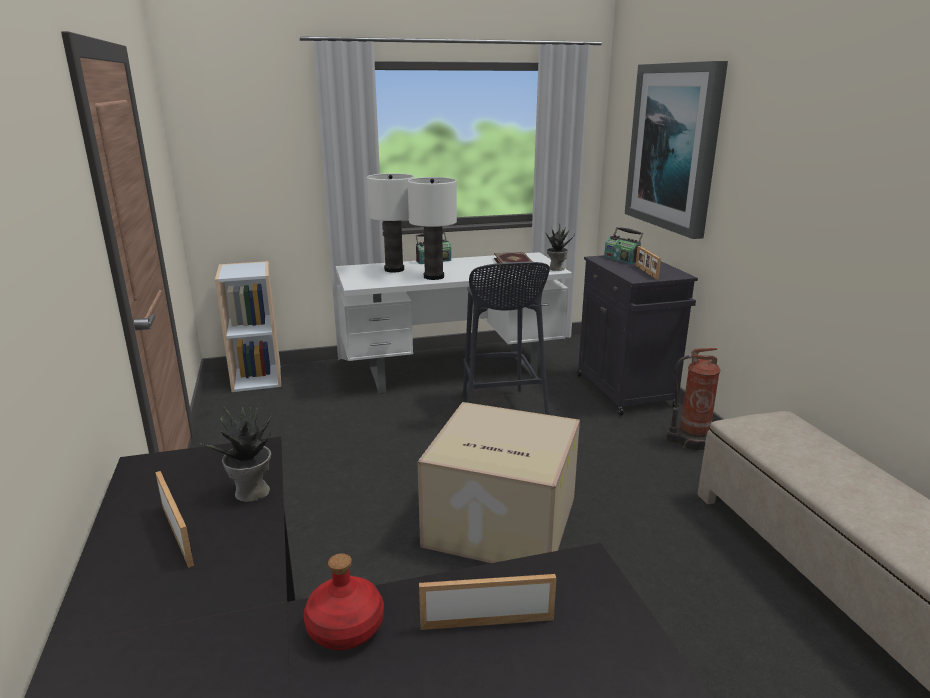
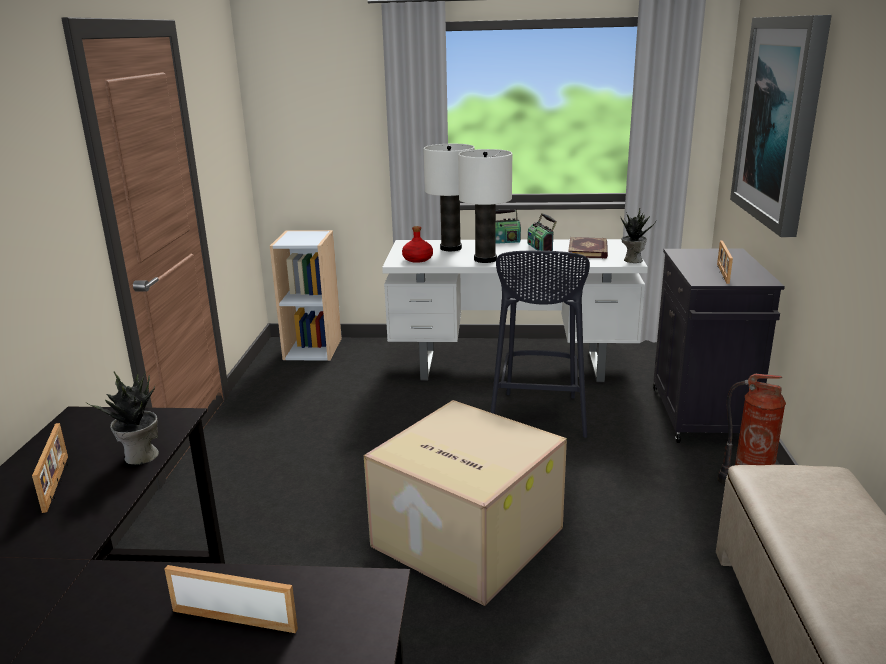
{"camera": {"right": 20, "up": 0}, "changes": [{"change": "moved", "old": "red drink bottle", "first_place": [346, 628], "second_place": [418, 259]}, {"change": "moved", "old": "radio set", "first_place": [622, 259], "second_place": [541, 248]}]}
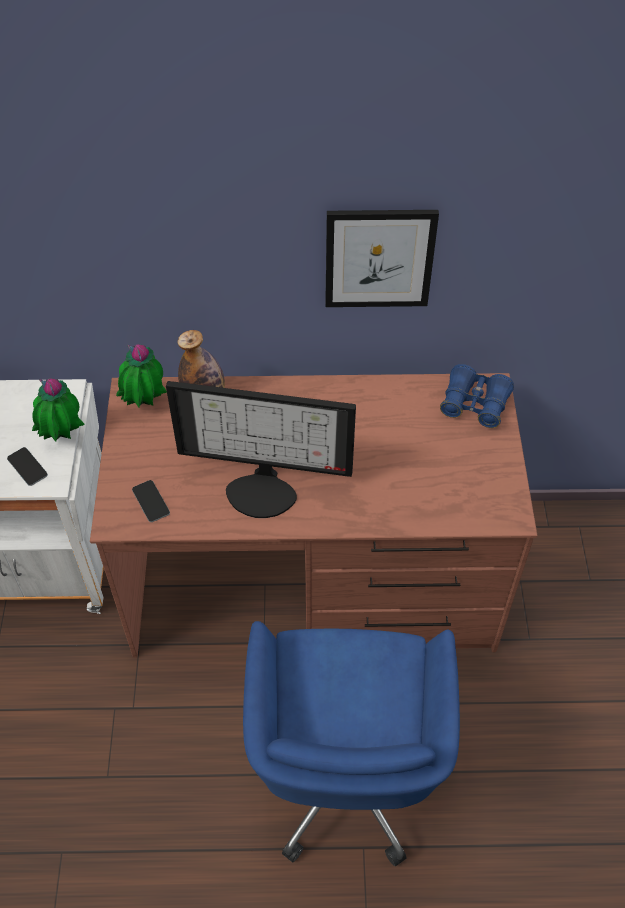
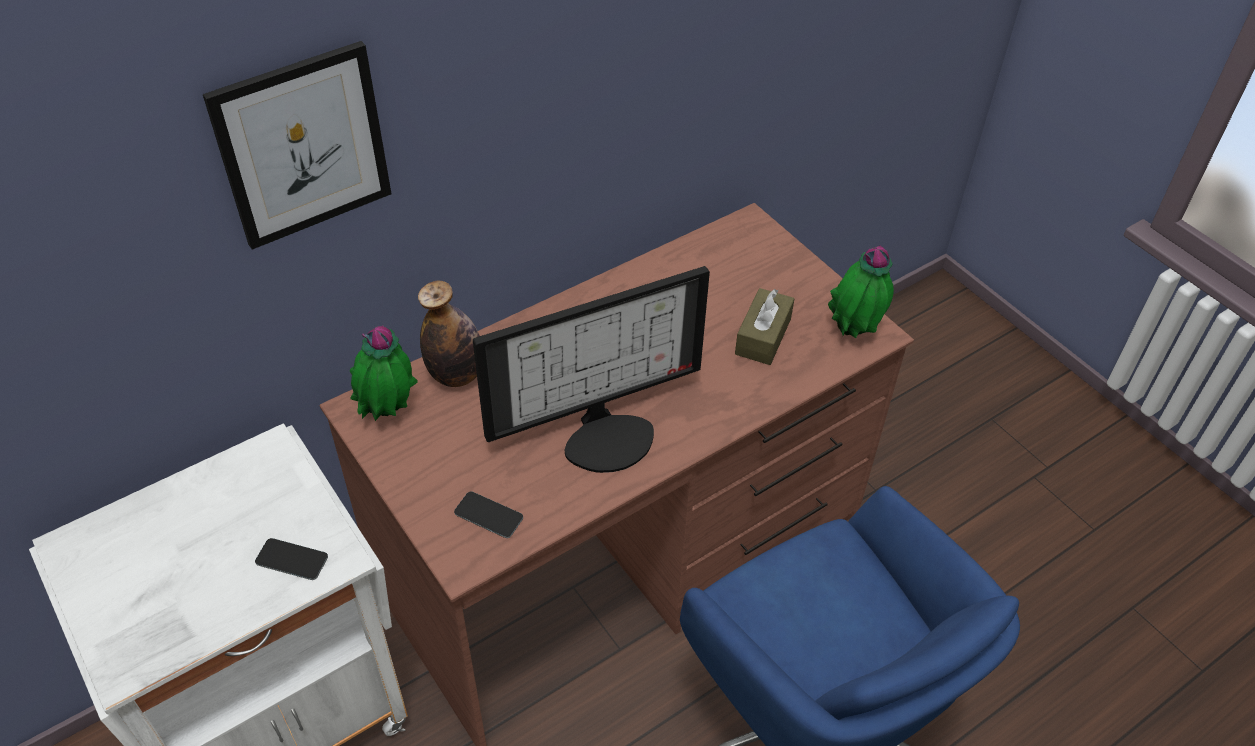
{"camera": {"right": -35, "up": -5}, "changes": [{"change": "removed", "old": "blue-coloured pair of binoculars", "first_place": [474, 404]}, {"change": "added", "new": "brown-coloured tissue box", "second_place": [763, 336]}, {"change": "moved", "old": "houseplant", "first_place": [63, 437], "second_place": [854, 333]}, {"change": "moved", "old": "wall picture", "first_place": [379, 258], "second_place": [302, 145]}]}
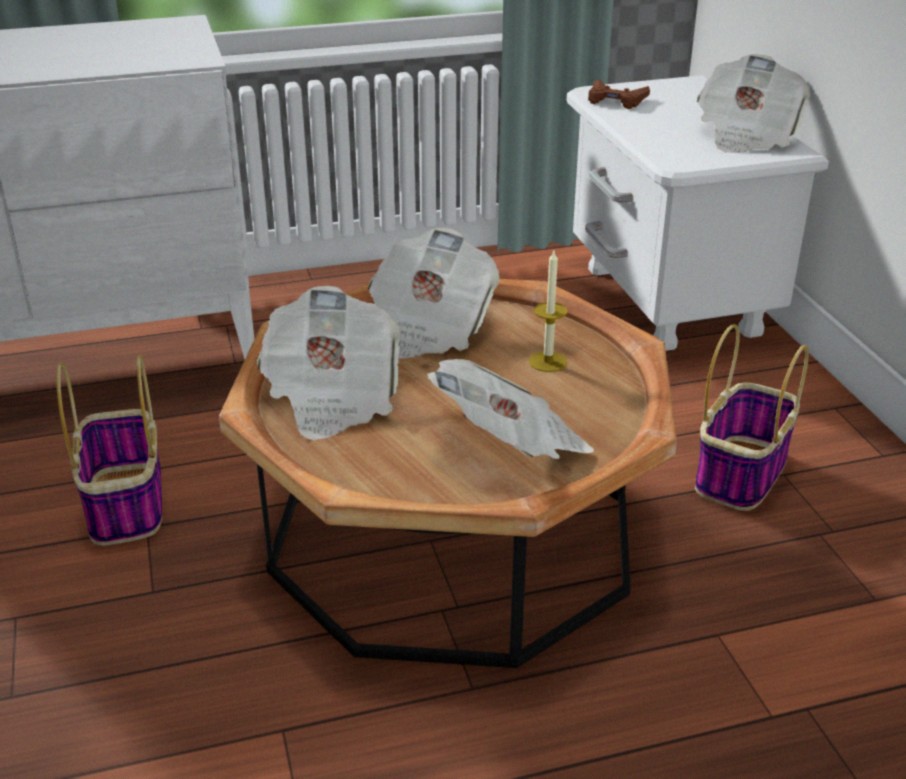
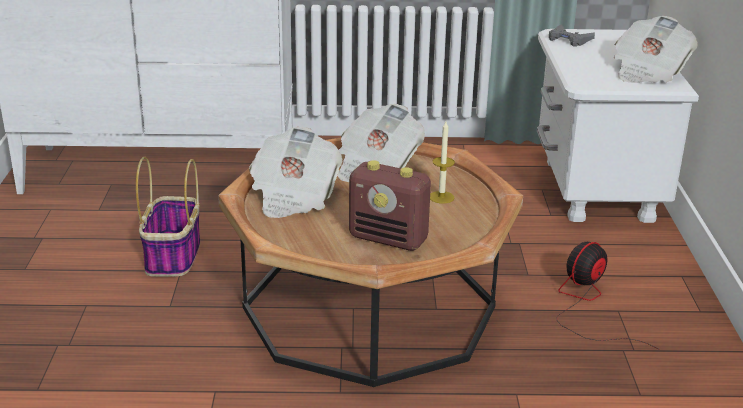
{"camera": {"right": 15, "up": -5}, "changes": [{"change": "replaced", "old": "printed paper", "new": "radio set", "first_place": [511, 446], "second_place": [389, 239]}, {"change": "replaced", "old": "storage basket", "new": "electric fan", "first_place": [741, 473], "second_place": [587, 304]}, {"change": "recoloured", "old": "brown-coloured game controller", "new": "gray game controller", "first_place": [616, 100], "second_place": [569, 40]}]}
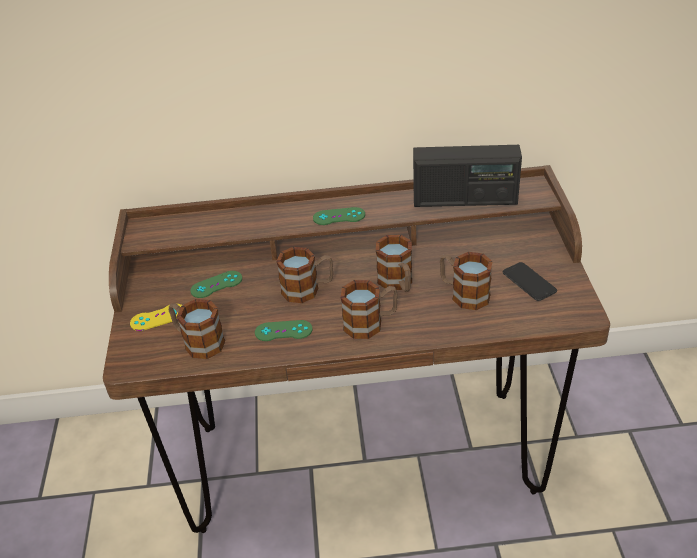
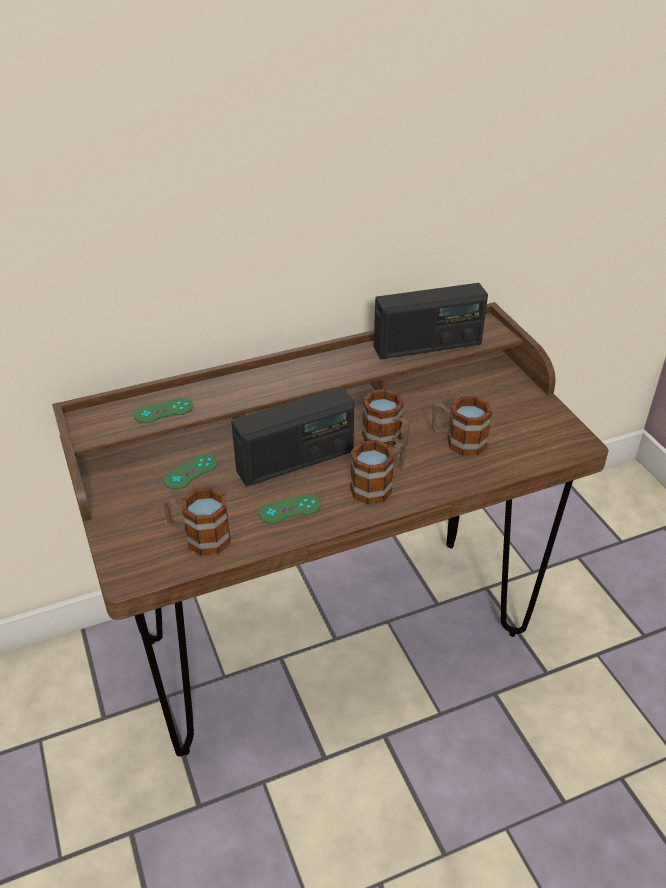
{"camera": {"right": -20, "up": 0}, "changes": [{"change": "removed", "old": "yellow game controller", "first_place": [158, 317]}, {"change": "removed", "old": "handset", "first_place": [529, 282]}, {"change": "moved", "old": "greenish game controller", "first_place": [339, 216], "second_place": [163, 411]}, {"change": "replaced", "old": "mug", "new": "radio set", "first_place": [308, 289], "second_place": [295, 461]}]}
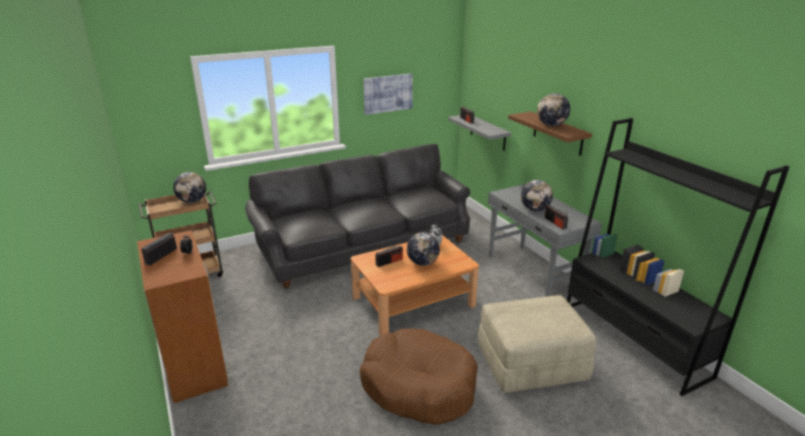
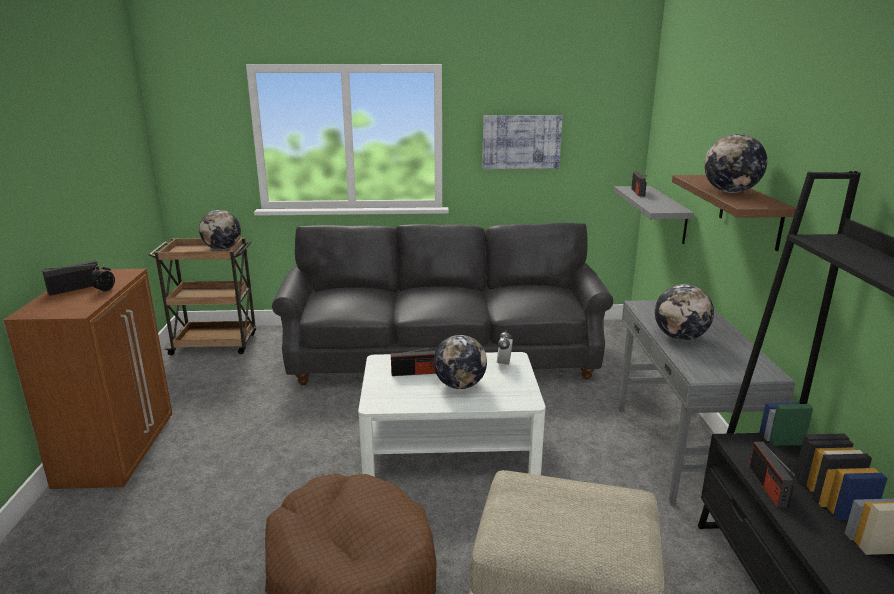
{"camera": {"right": 25, "up": -5}, "changes": [{"change": "moved", "old": "radio set", "first_place": [555, 223], "second_place": [768, 486]}, {"change": "recoloured", "old": "brown-coloured coffee table", "new": "white-coloured coffee table", "first_place": [413, 301], "second_place": [449, 445]}]}
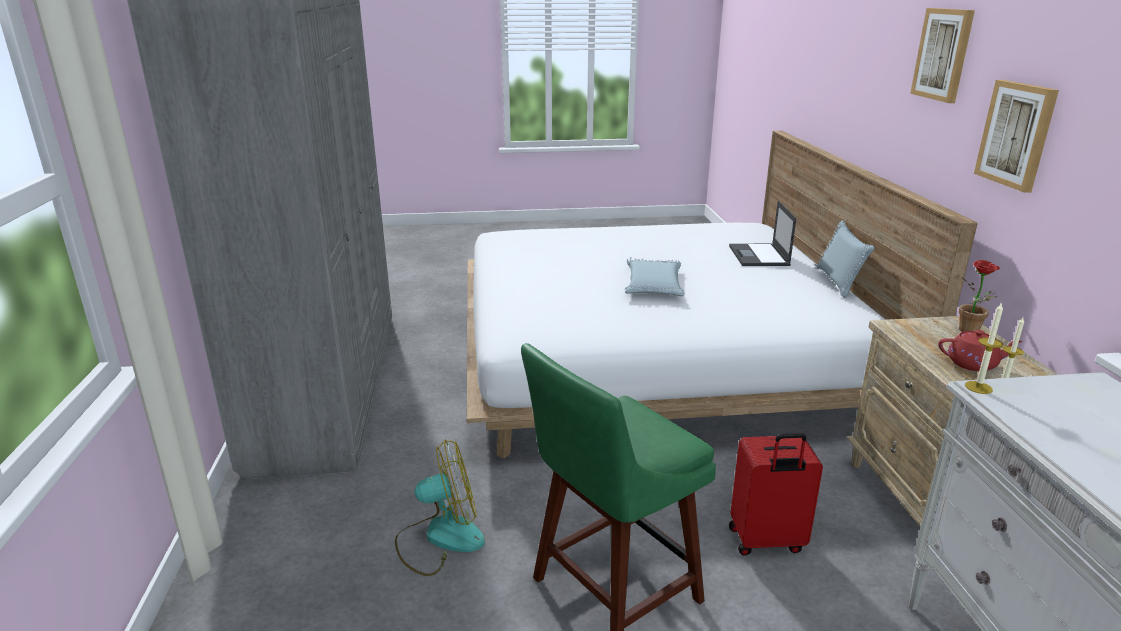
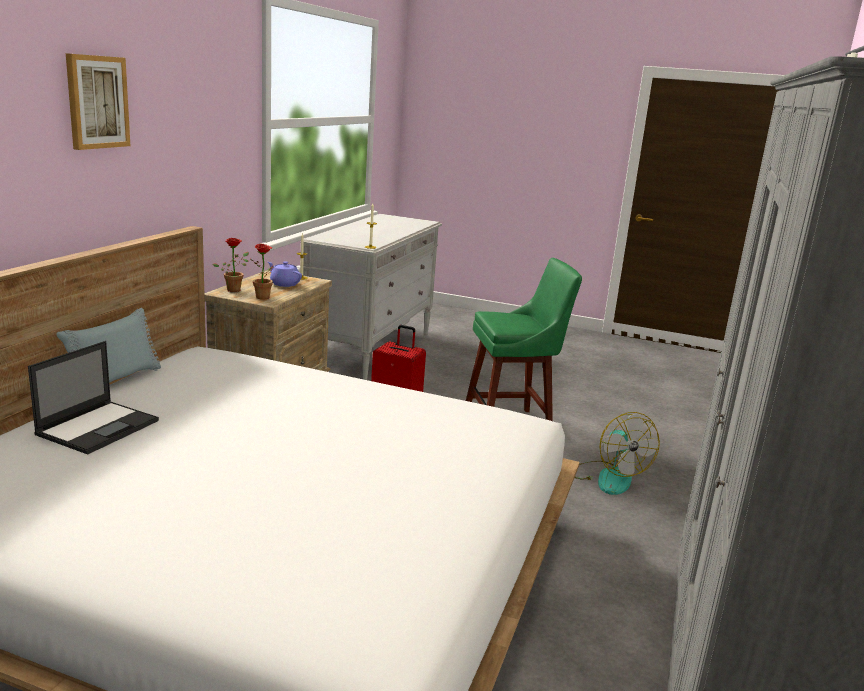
{"camera": {"right": -155, "up": -5}, "changes": [{"change": "removed", "old": "blue-coloured throw pillow", "first_place": [653, 284]}, {"change": "removed", "old": "wall picture", "first_place": [1016, 134]}, {"change": "added", "new": "houseplant", "second_place": [265, 298]}, {"change": "recoloured", "old": "red pot for tea", "new": "purplish pot for tea", "first_place": [973, 364], "second_place": [284, 284]}, {"change": "turned", "old": "electric fan", "first_place": [440, 538], "second_place": [608, 477], "degrees": -120}]}
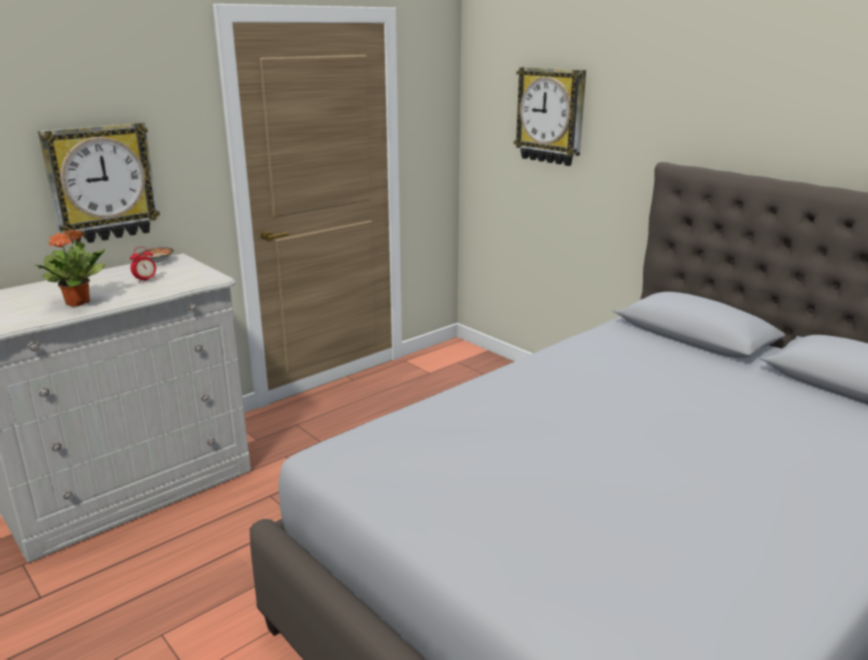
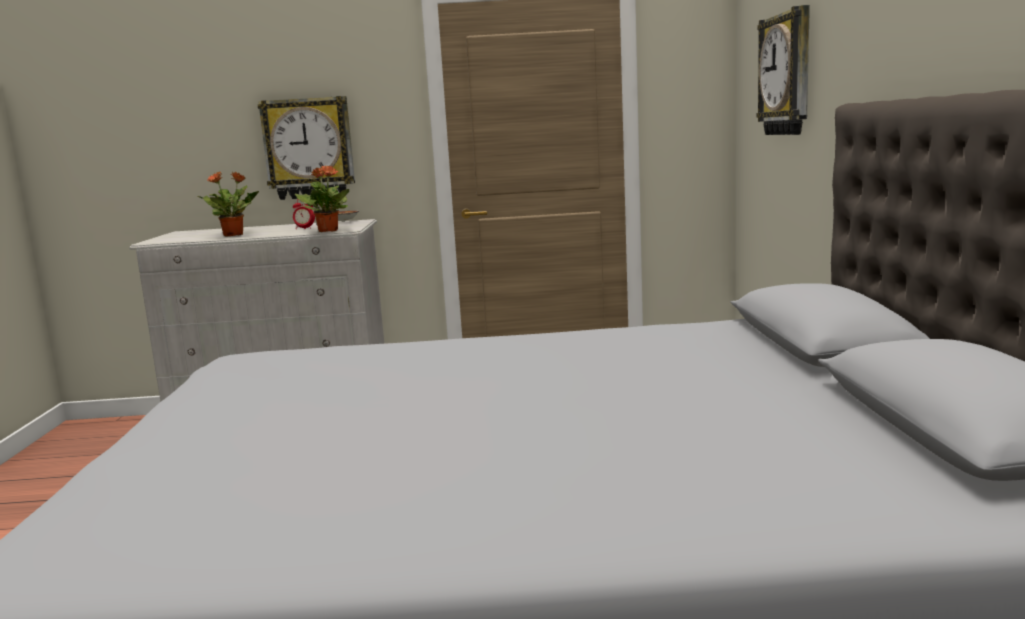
{"camera": {"right": 40, "up": -10}, "changes": [{"change": "added", "new": "houseplant", "second_place": [328, 231]}]}
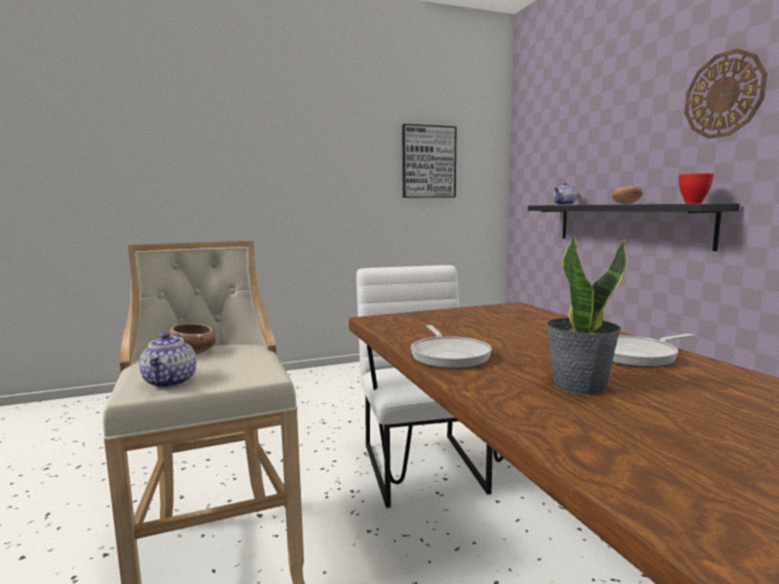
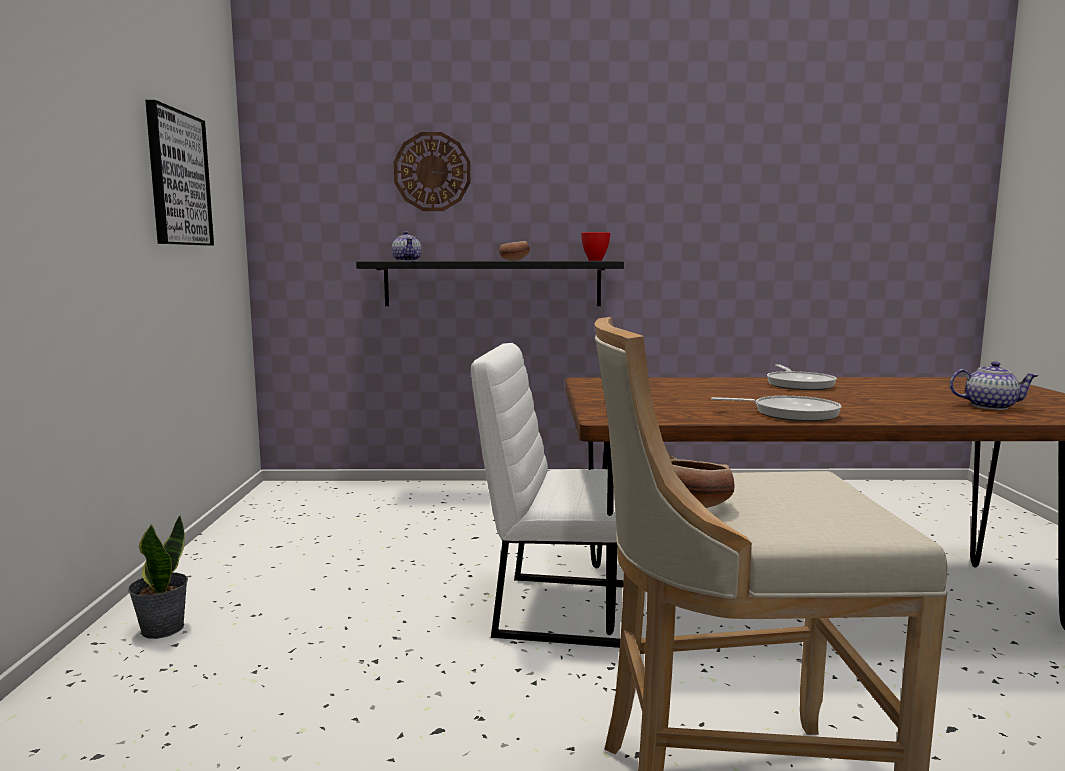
{"camera": {"right": -70, "up": 0}, "changes": [{"change": "moved", "old": "pot for tea", "first_place": [170, 382], "second_place": [990, 406]}, {"change": "moved", "old": "houseplant", "first_place": [578, 385], "second_place": [162, 629]}, {"change": "moved", "old": "hanging clock", "first_place": [723, 95], "second_place": [432, 172]}]}
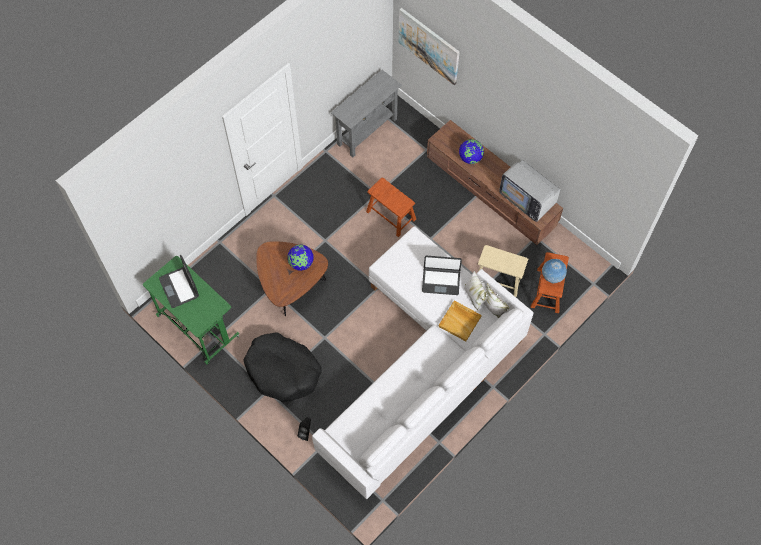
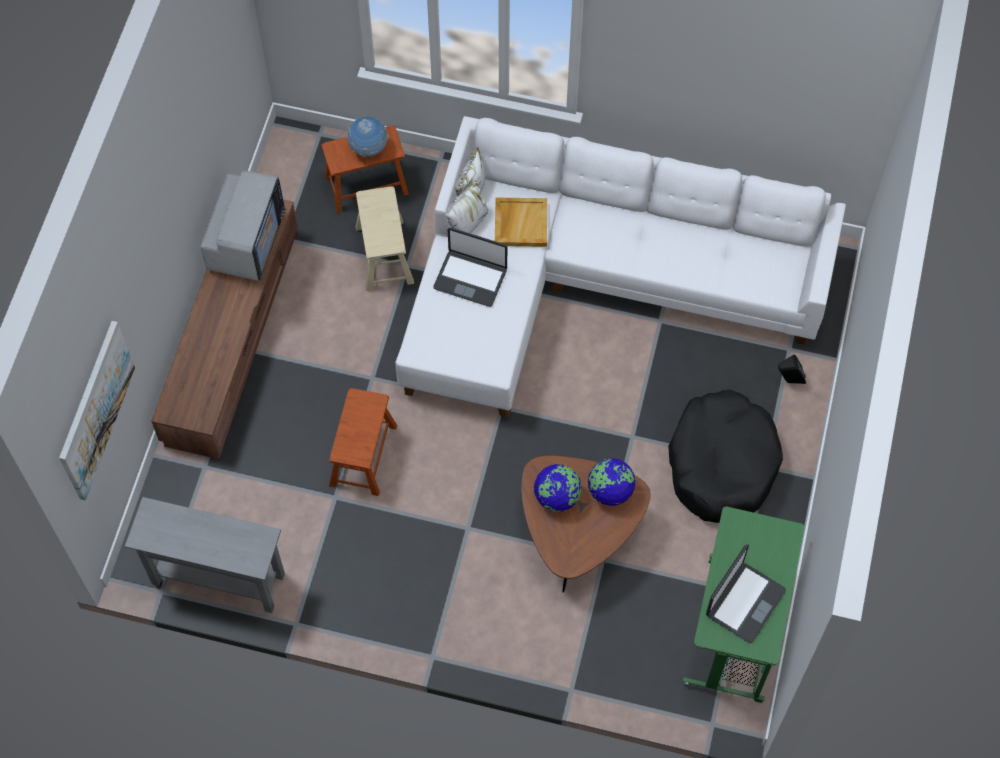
{"camera": {"right": -120, "up": 0}, "changes": [{"change": "moved", "old": "world globe", "first_place": [470, 158], "second_place": [610, 491]}, {"change": "turned", "old": "portable computer", "first_place": [441, 281], "second_place": [470, 278], "degrees": 135}]}
